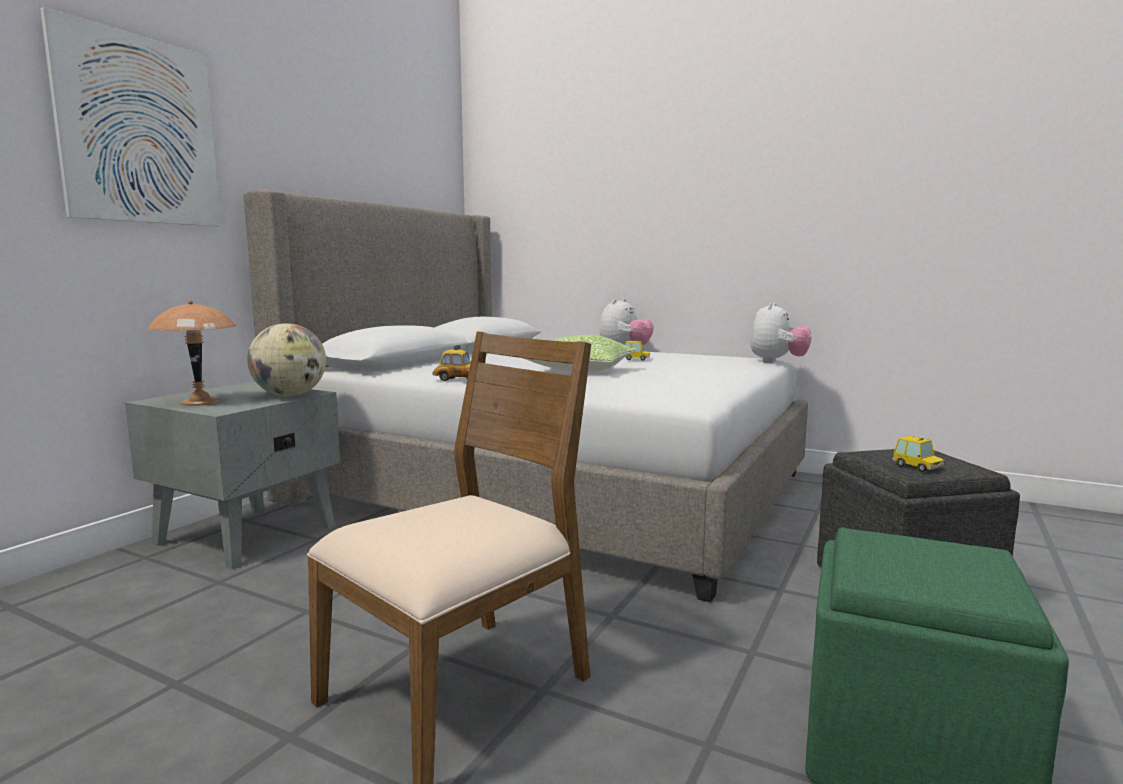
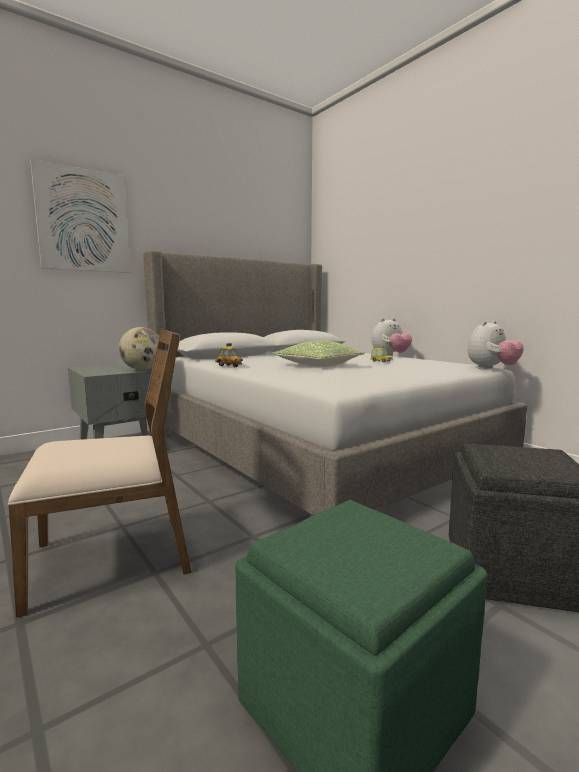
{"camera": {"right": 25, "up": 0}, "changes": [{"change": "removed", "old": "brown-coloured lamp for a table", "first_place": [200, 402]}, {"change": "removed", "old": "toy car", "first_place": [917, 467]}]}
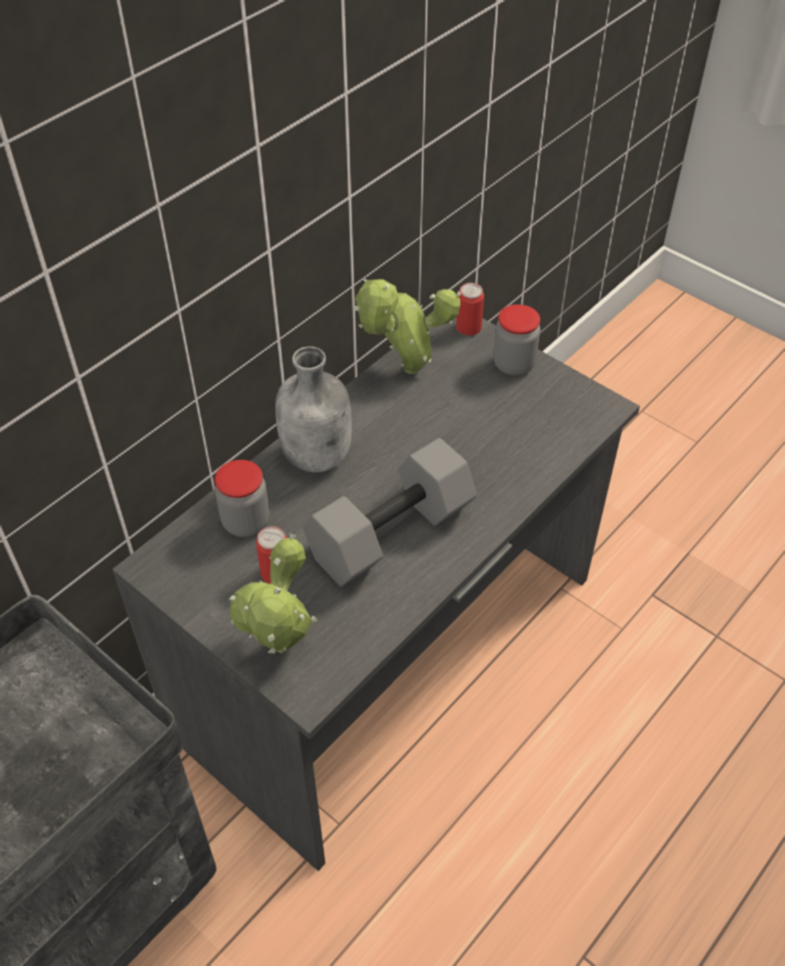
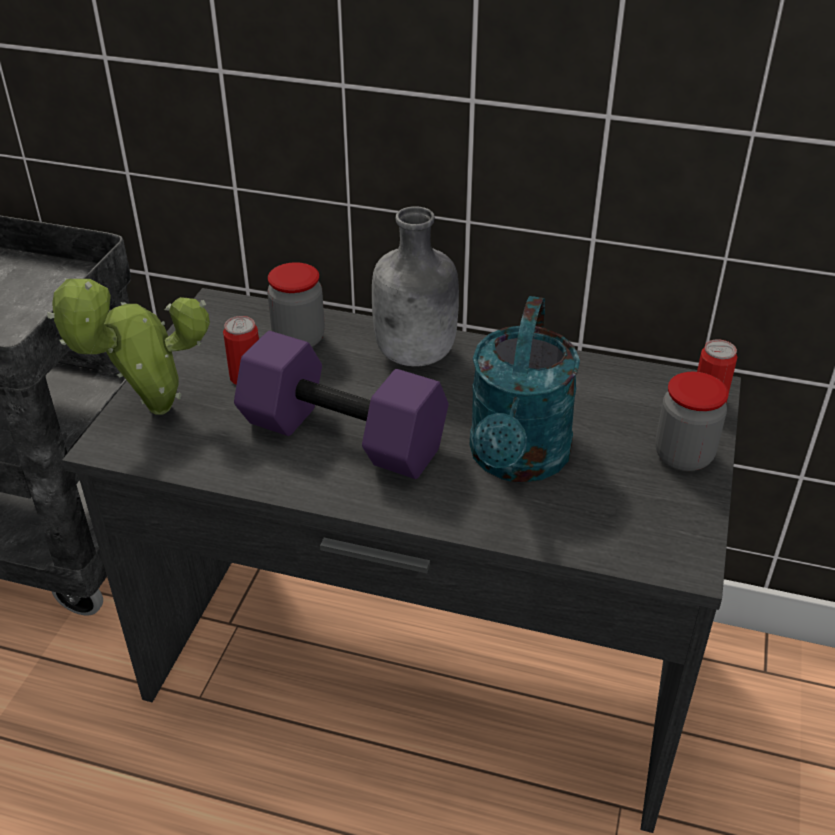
{"camera": {"right": 65, "up": -10}, "changes": [{"change": "removed", "old": "houseplant", "first_place": [406, 371]}, {"change": "added", "new": "blue-green watering can", "second_place": [517, 461]}, {"change": "recoloured", "old": "gray hand weight", "new": "purplish hand weight", "first_place": [391, 536], "second_place": [339, 437]}]}
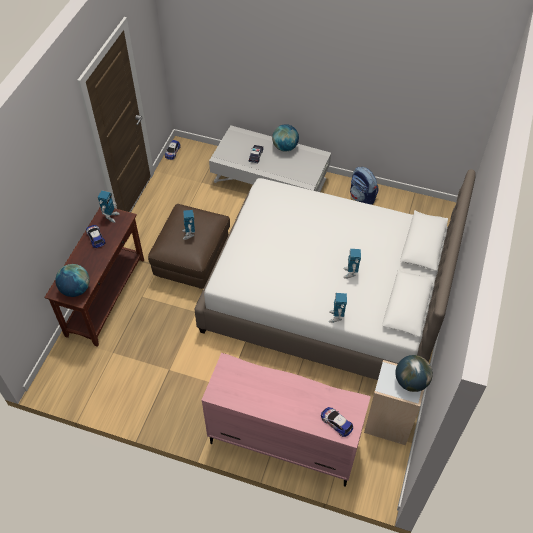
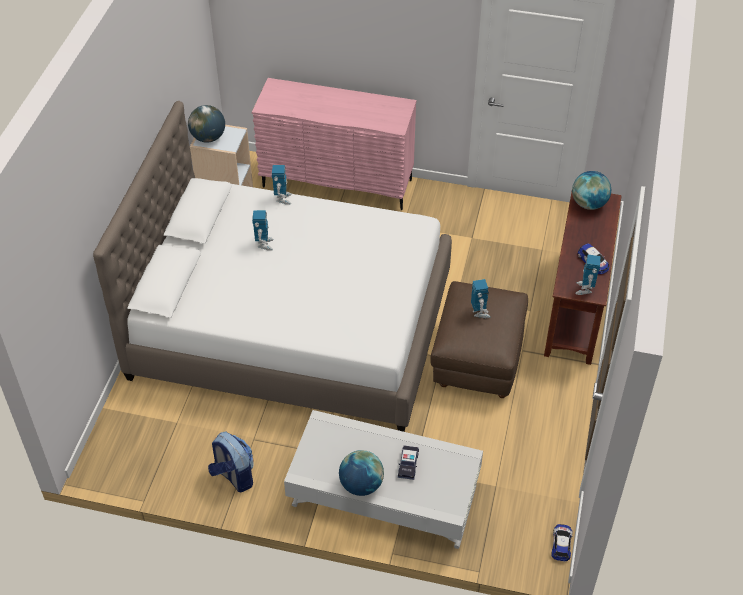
{"camera": {"right": 175, "up": -5}, "changes": [{"change": "removed", "old": "toy car", "first_place": [336, 422]}]}
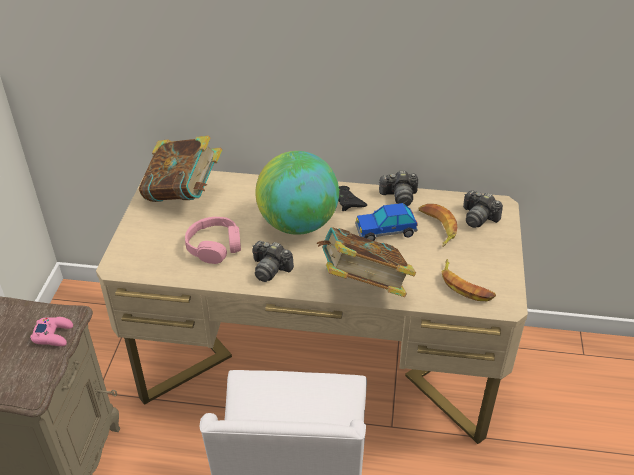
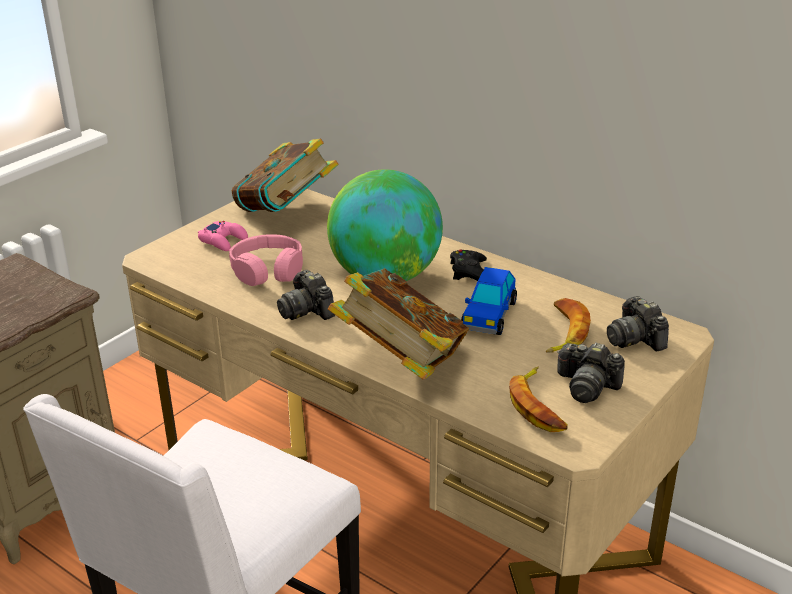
{"camera": {"right": 30, "up": -10}, "changes": [{"change": "moved", "old": "pinkish game controller", "first_place": [53, 335], "second_place": [223, 240]}, {"change": "moved", "old": "still camera", "first_place": [399, 196], "second_place": [587, 386]}, {"change": "turned", "old": "toy car", "first_place": [385, 231], "second_place": [489, 315], "degrees": -90}]}
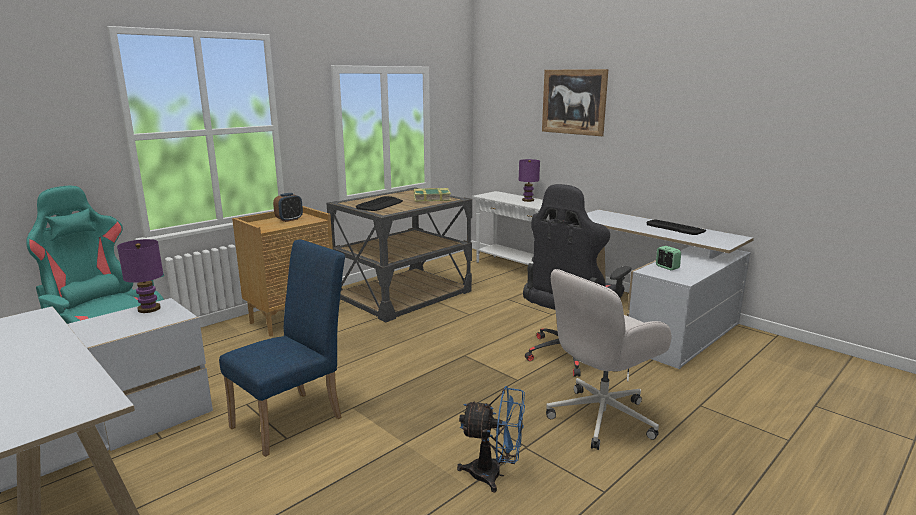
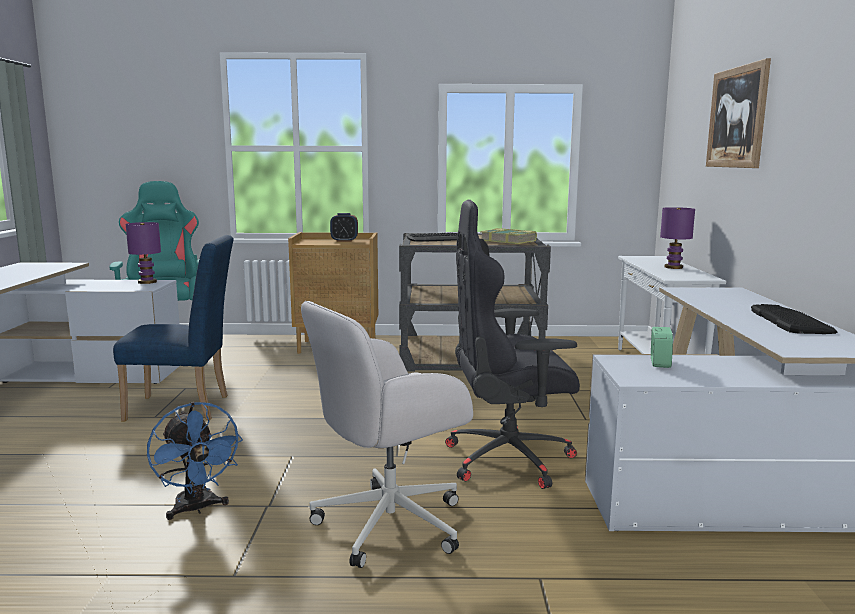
{"camera": {"right": 45, "up": -5}, "changes": [{"change": "turned", "old": "white-coloured desk chair", "first_place": [601, 418], "second_place": [390, 524], "degrees": -45}]}
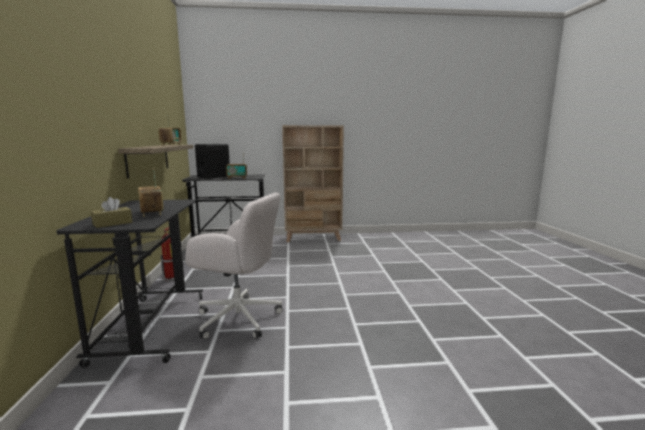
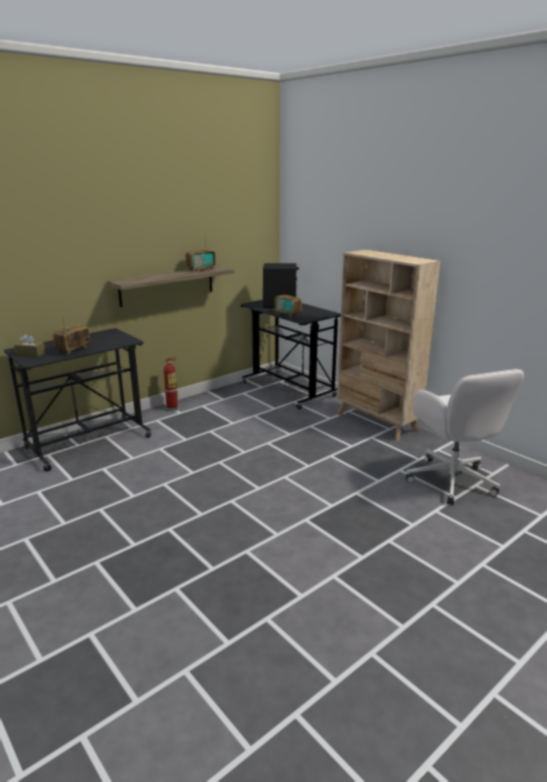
{"camera": {"right": 55, "up": 10}, "changes": [{"change": "moved", "old": "white-coloured desk chair", "first_place": [238, 319], "second_place": [450, 481]}]}
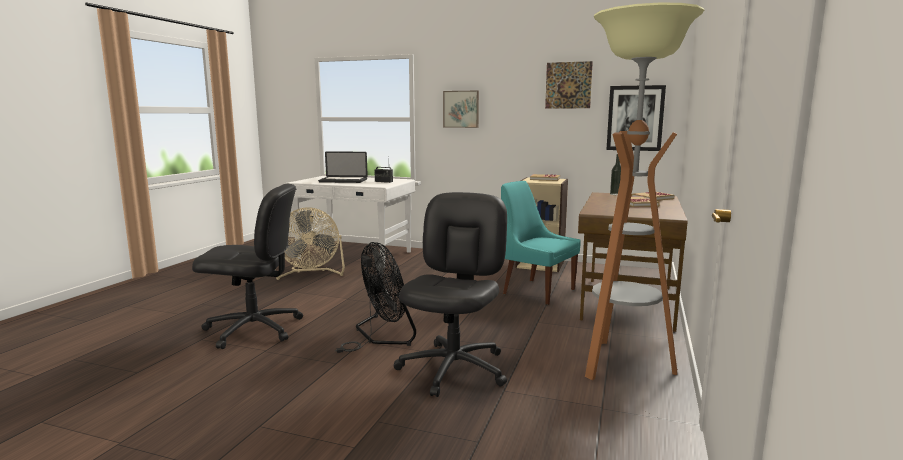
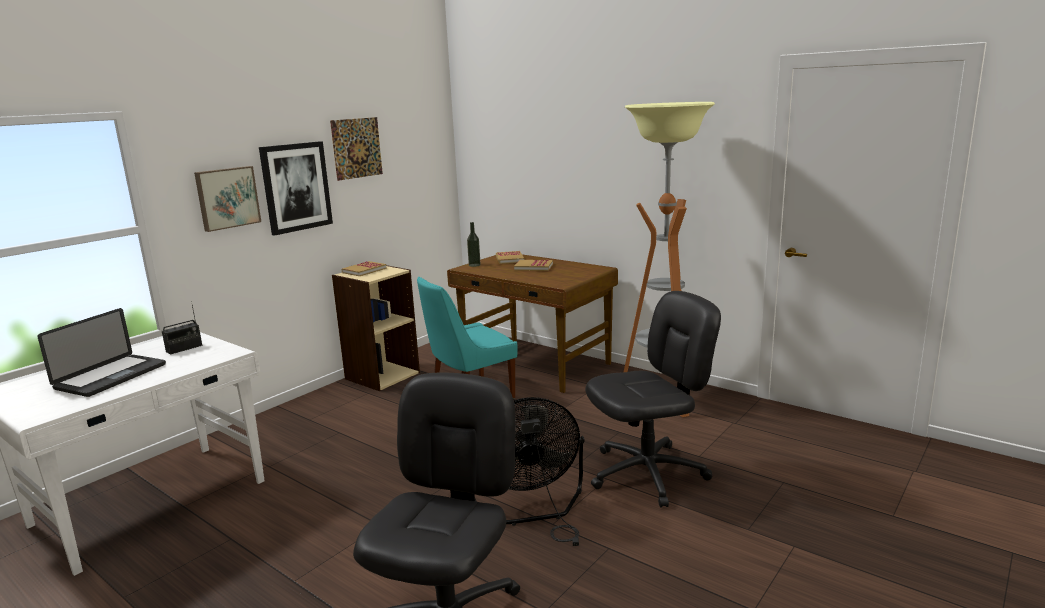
{"camera": {"right": -70, "up": 5}, "changes": [{"change": "removed", "old": "beige electric fan", "first_place": [308, 274]}, {"change": "moved", "old": "wall picture", "first_place": [635, 118], "second_place": [296, 187]}, {"change": "turned", "old": "black desk chair", "first_place": [454, 368], "second_place": [648, 473], "degrees": 120}]}
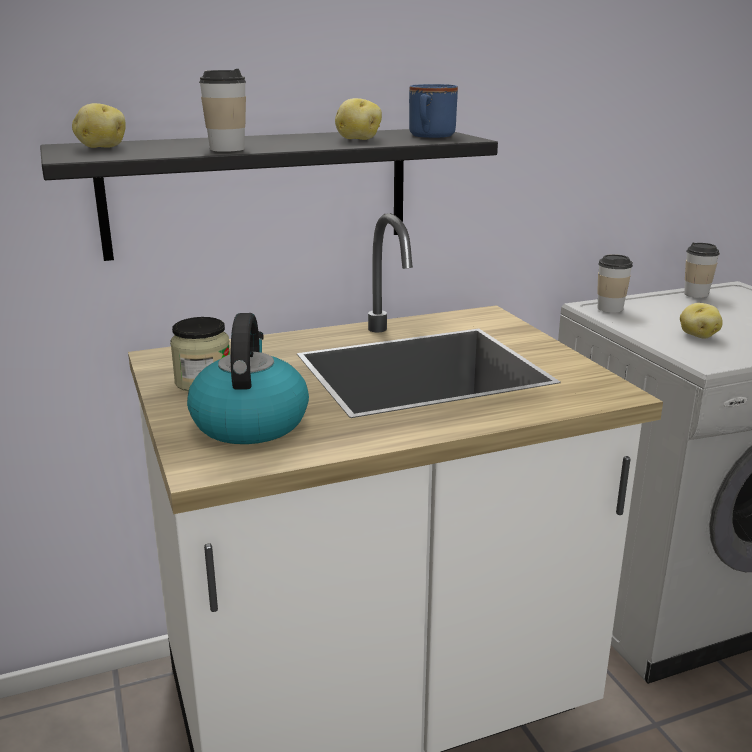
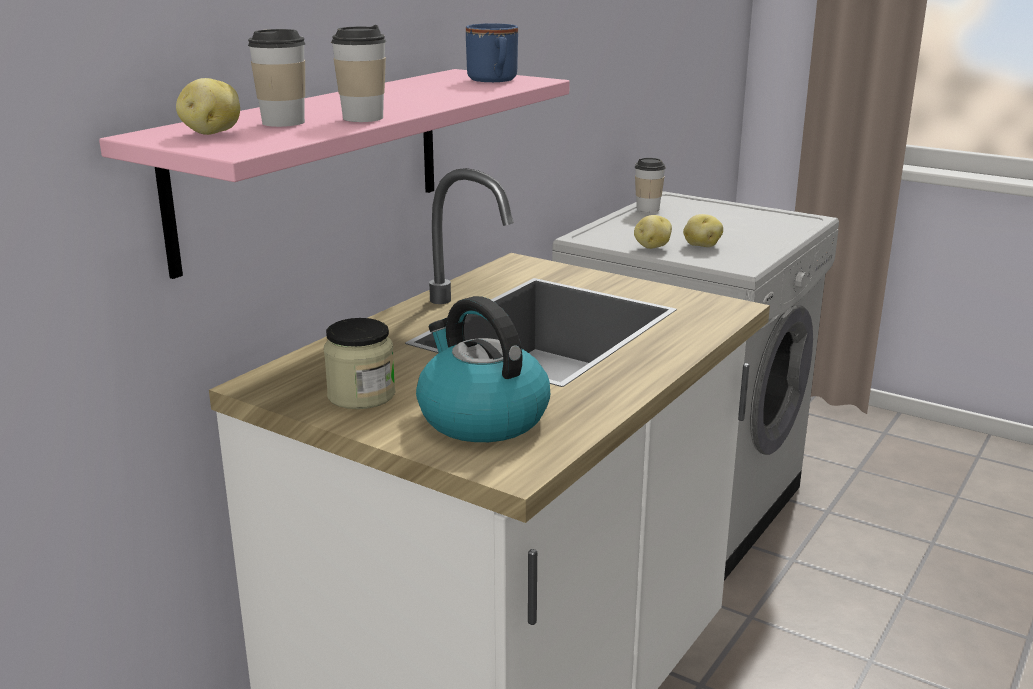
{"camera": {"right": -35, "up": 0}, "changes": [{"change": "moved", "old": "whole potato", "first_place": [357, 139], "second_place": [652, 247]}, {"change": "moved", "old": "cup", "first_place": [610, 308], "second_place": [283, 122]}, {"change": "recoloured", "old": "black shelf", "new": "pinkish shelf", "first_place": [258, 192], "second_place": [313, 164]}]}
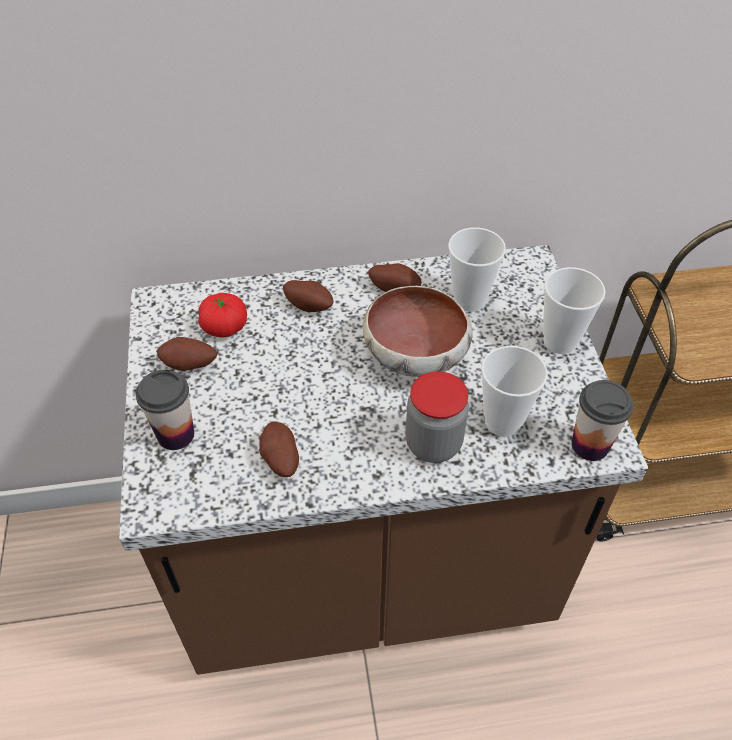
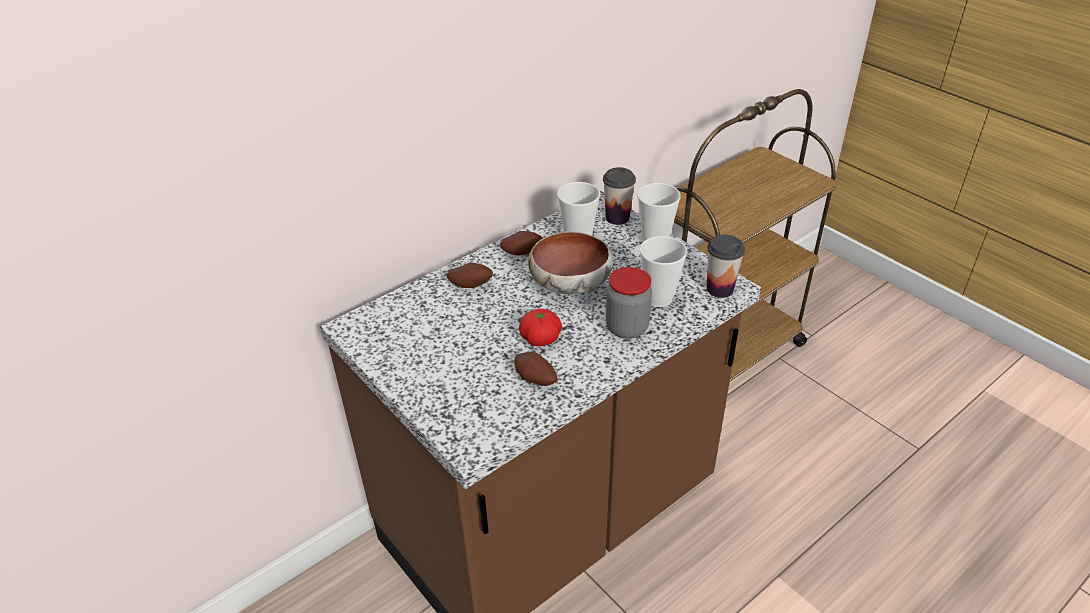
{"camera": {"right": -30, "up": -10}, "changes": [{"change": "removed", "old": "whole potato", "first_place": [189, 366]}, {"change": "moved", "old": "cup", "first_place": [176, 435], "second_place": [617, 218]}, {"change": "moved", "old": "tomato", "first_place": [224, 327], "second_place": [540, 338]}]}
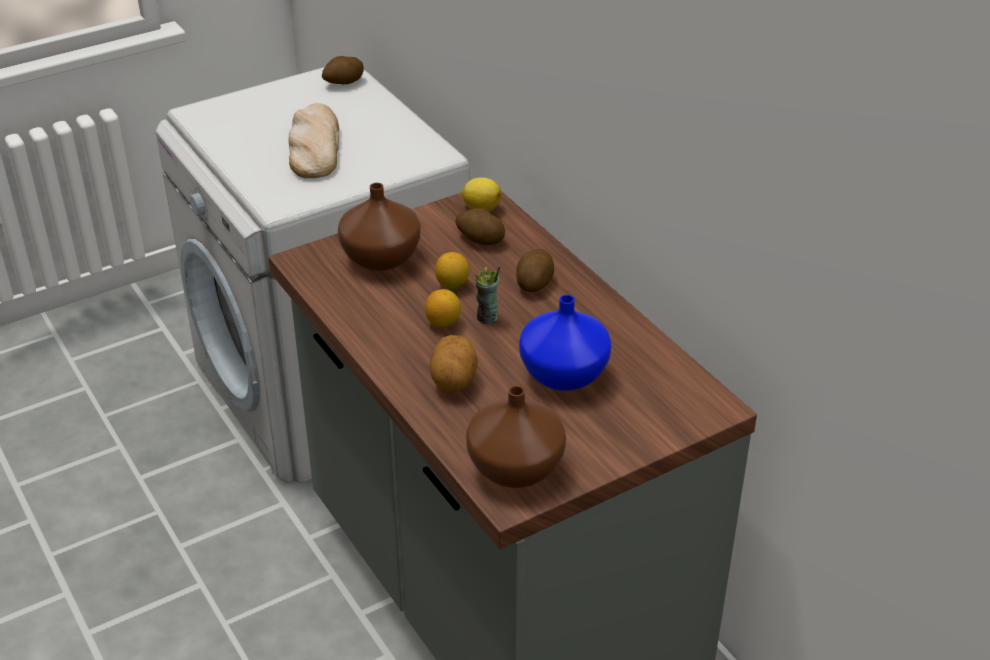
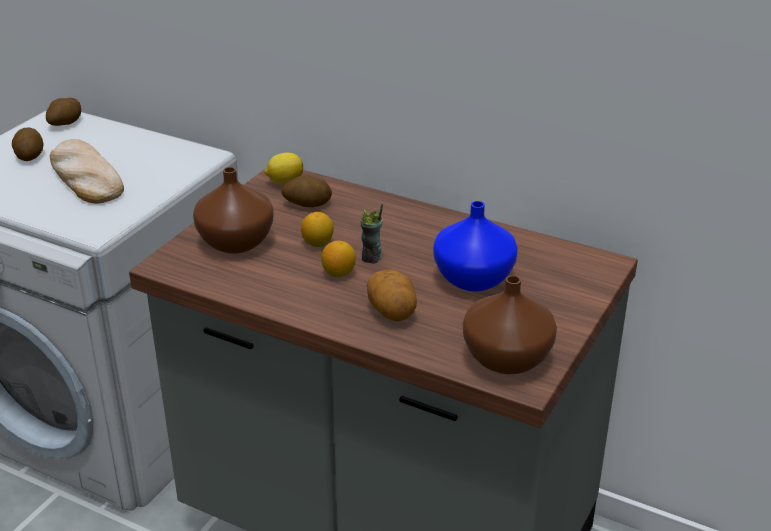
{"camera": {"right": -30, "up": -5}, "changes": [{"change": "moved", "old": "whole potato", "first_place": [534, 282], "second_place": [29, 155]}]}
